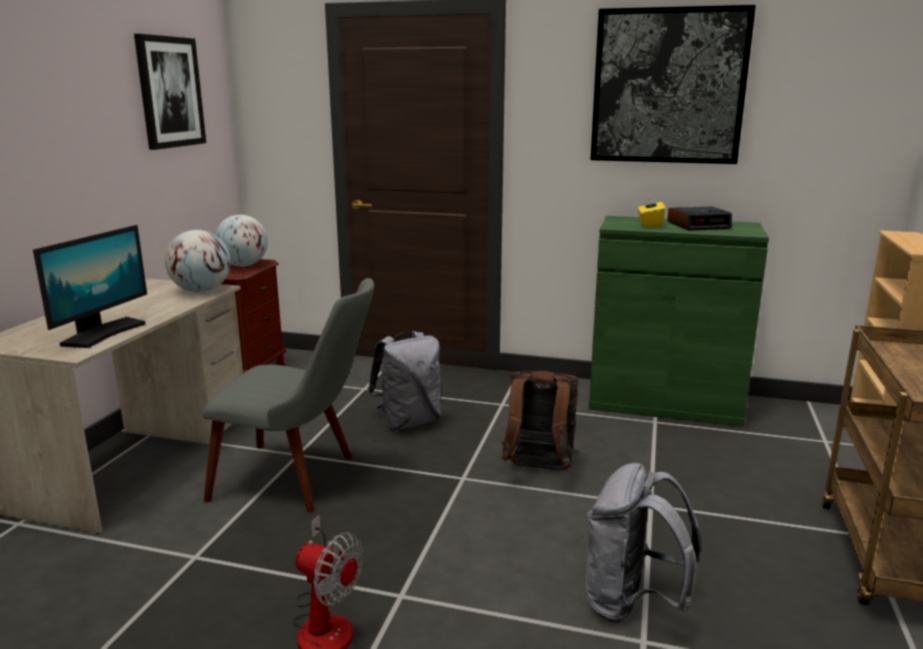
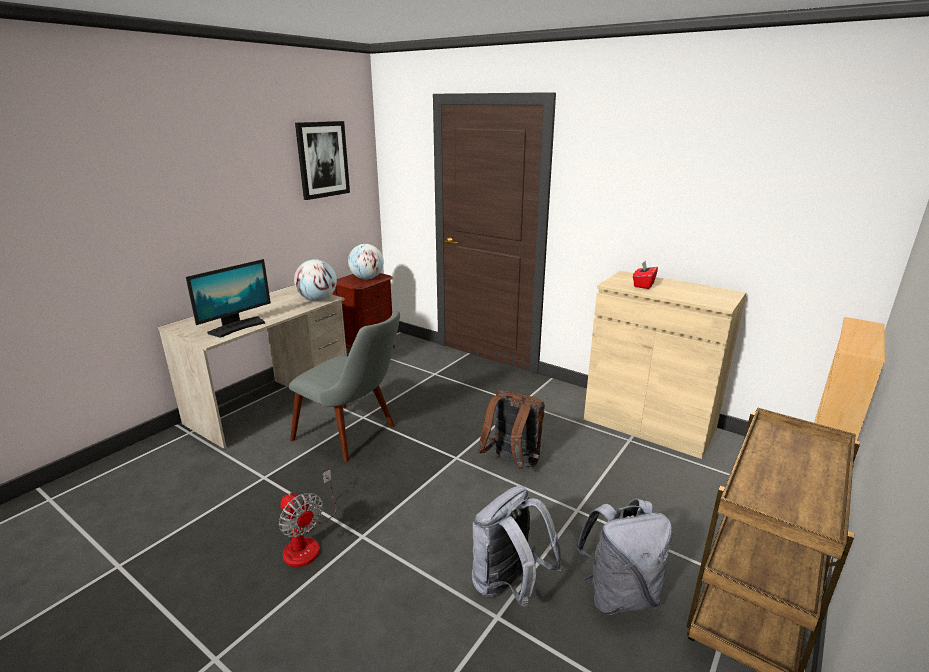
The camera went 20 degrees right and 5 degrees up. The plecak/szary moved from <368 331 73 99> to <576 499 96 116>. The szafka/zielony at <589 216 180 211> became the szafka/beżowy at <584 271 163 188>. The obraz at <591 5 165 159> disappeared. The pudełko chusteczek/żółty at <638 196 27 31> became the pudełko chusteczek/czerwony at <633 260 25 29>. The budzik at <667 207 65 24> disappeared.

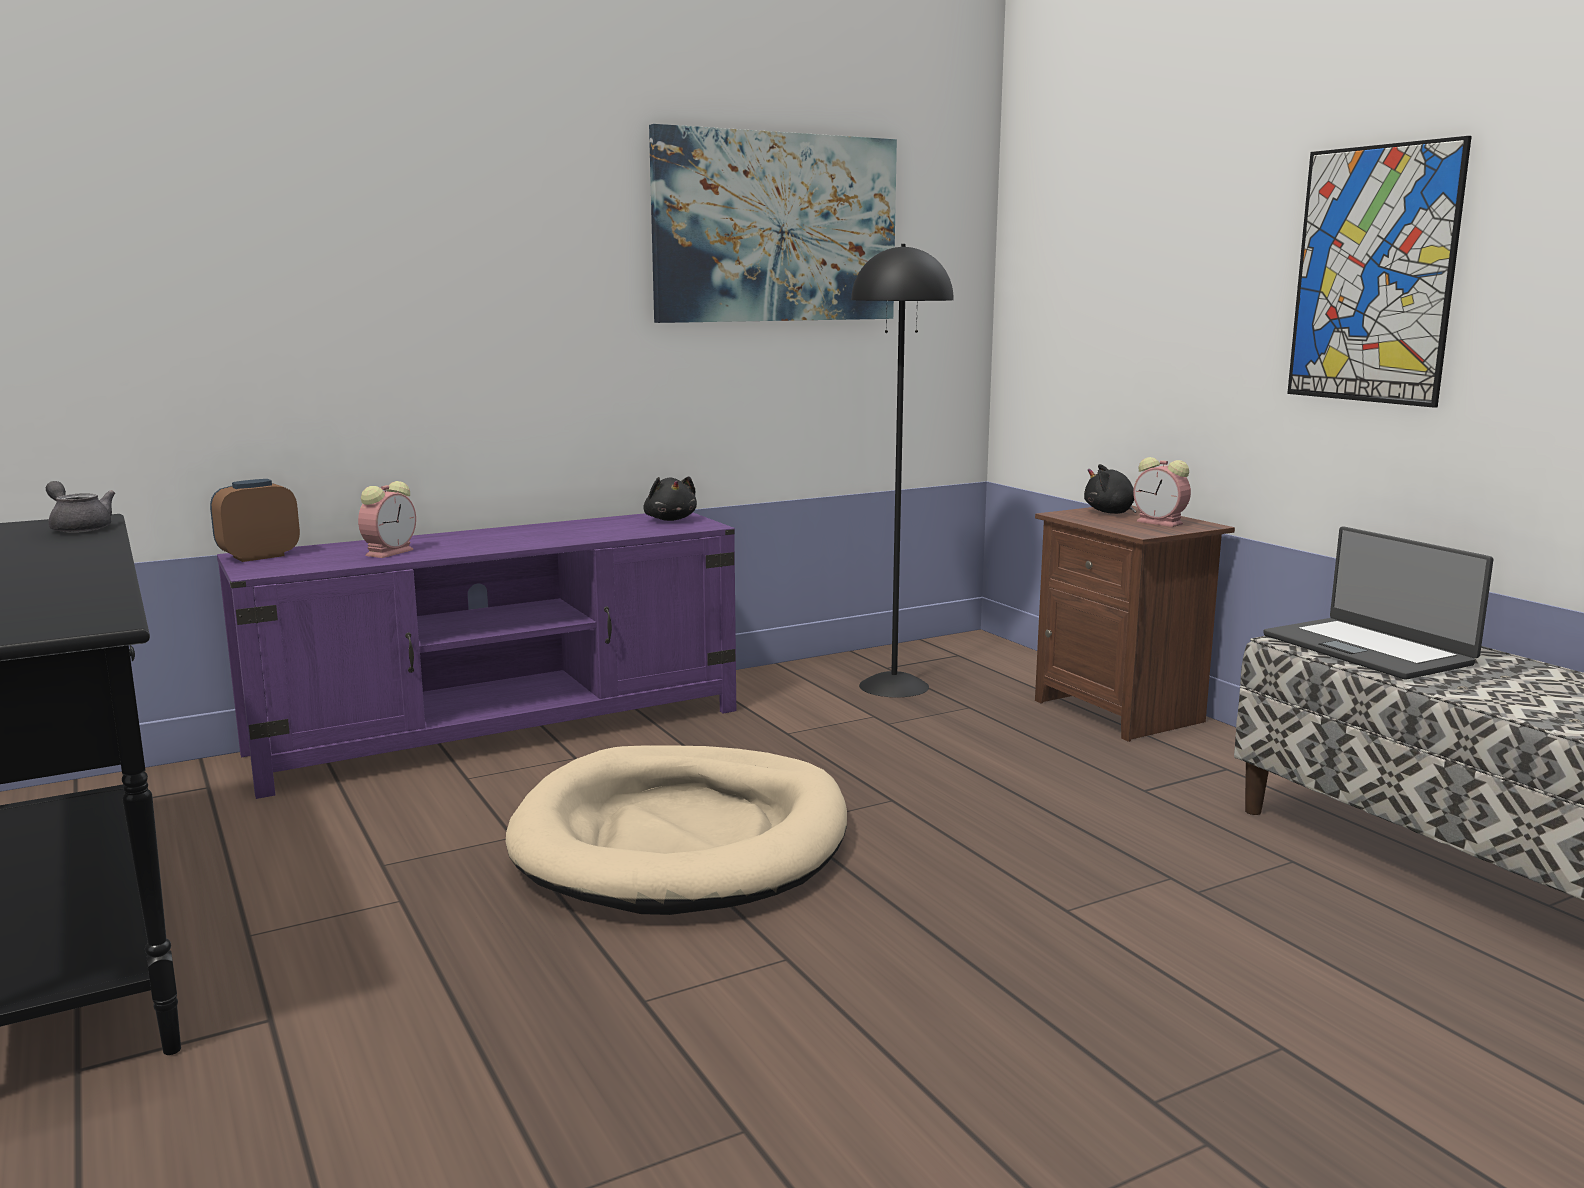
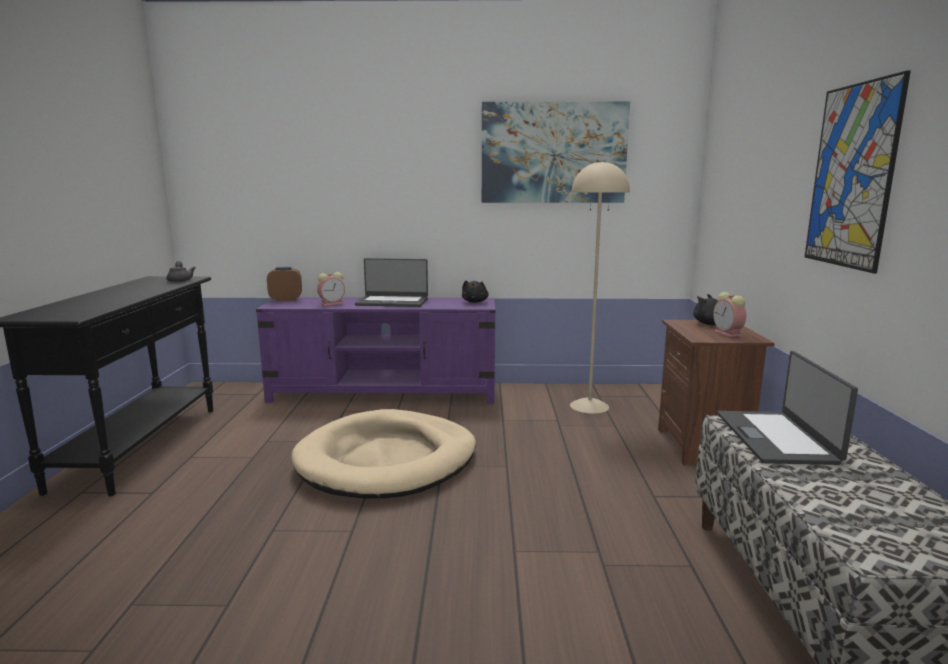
The camera went 30 degrees right and 0 degrees up. The lampa stojąca/czarny at <851 244 103 453> became the lampa stojąca/beżowy at <570 160 60 254>. The laptop at <355 258 73 49> appeared.

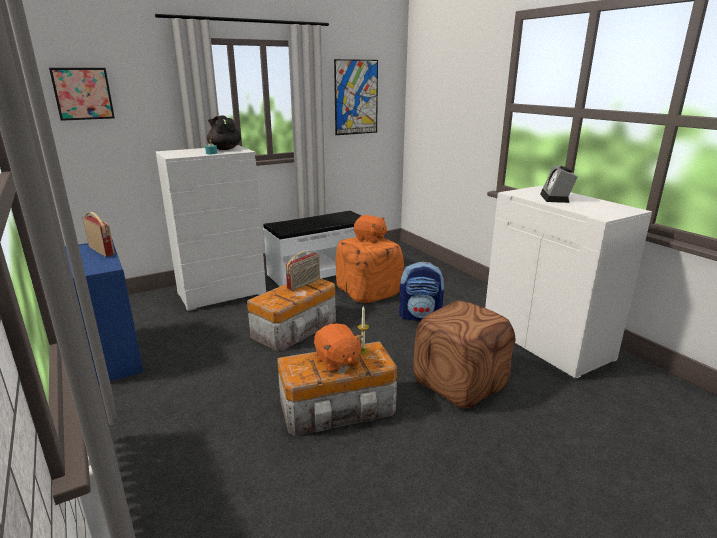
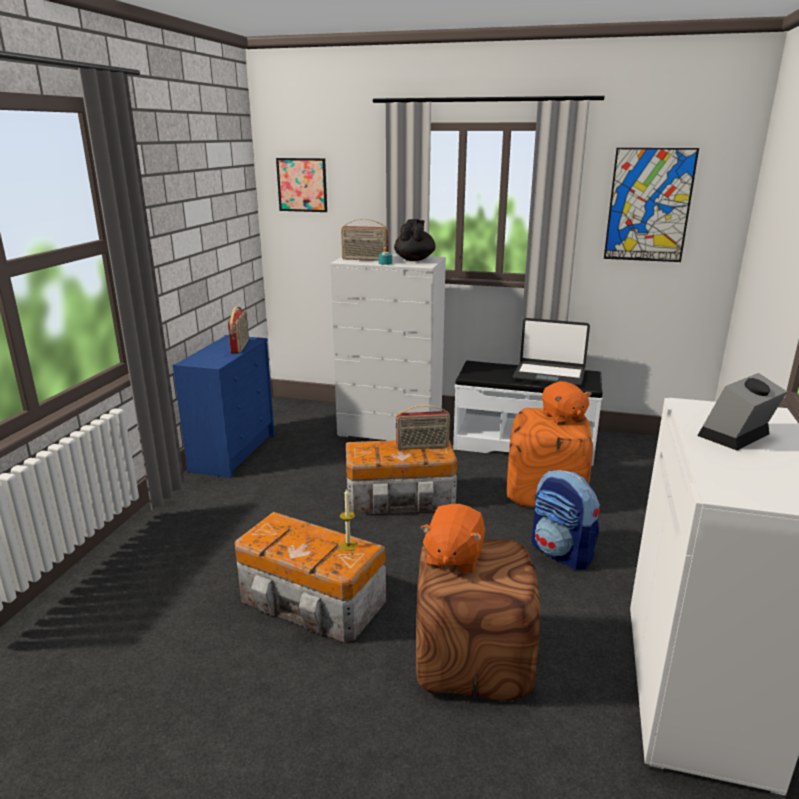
The camera went 45 degrees right and 0 degrees up. The pluszak/pomarańczowy moved from <314 323 49 50> to <420 504 65 70>. The radio at <341 219 48 42> appeared. The laptop at <513 318 77 69> appeared.

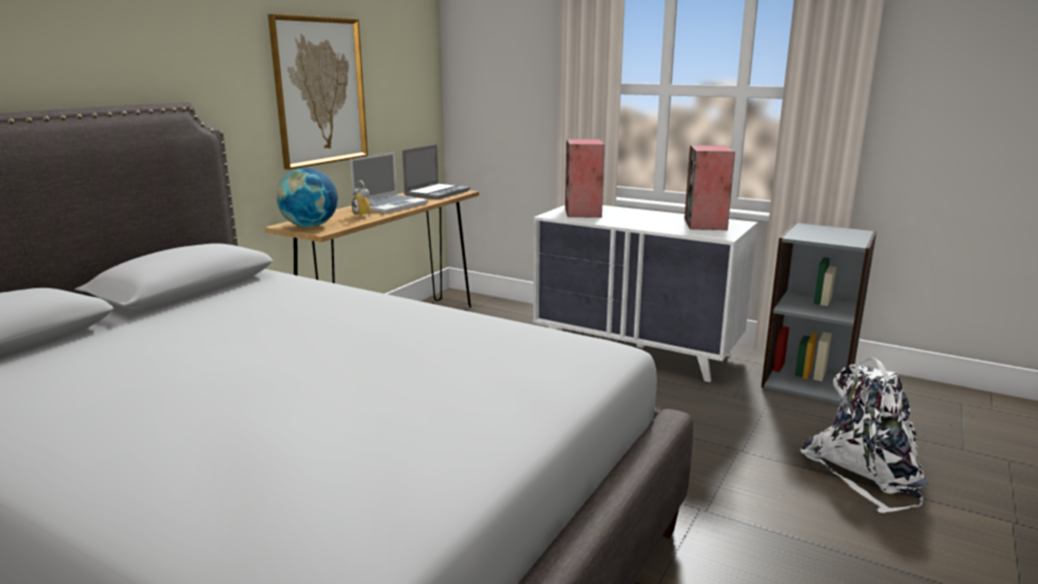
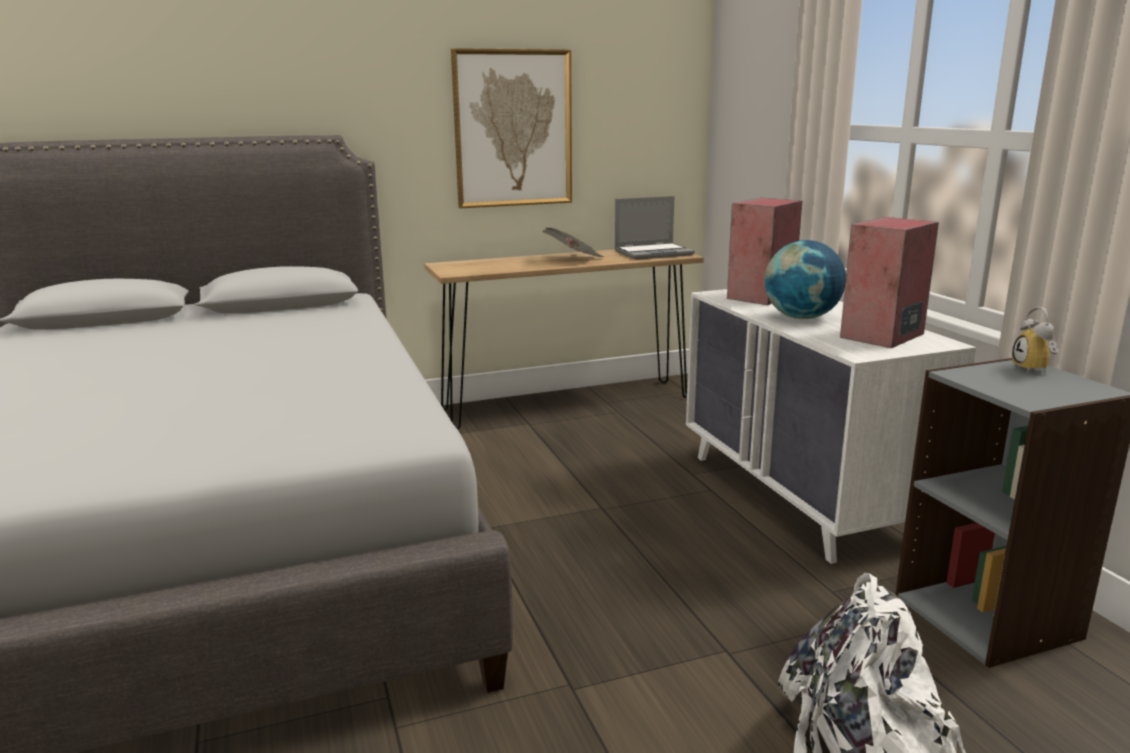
The camera went 40 degrees right and 0 degrees up. The globus moved from <276 168 62 59> to <765 240 81 79>. The laptop at <350 152 78 62> was replaced by the gazeta at <542 228 63 29>. The budzik moved from <352 180 23 38> to <1012 307 47 67>.

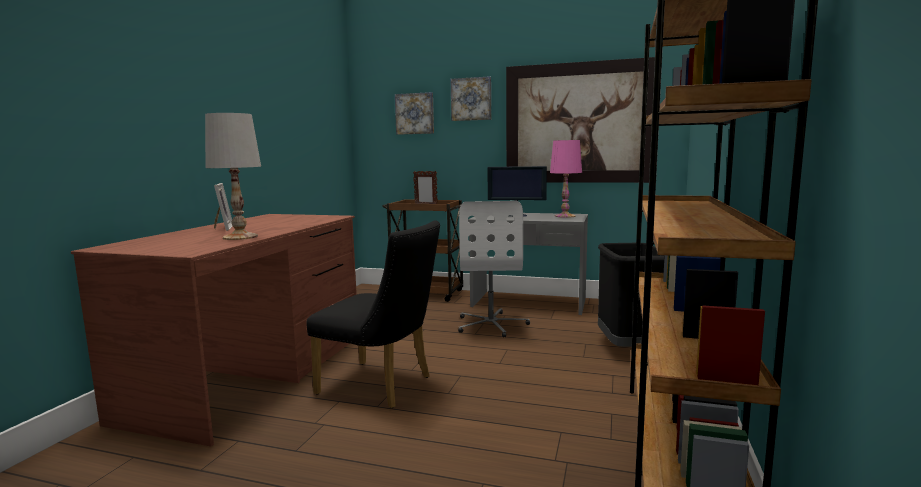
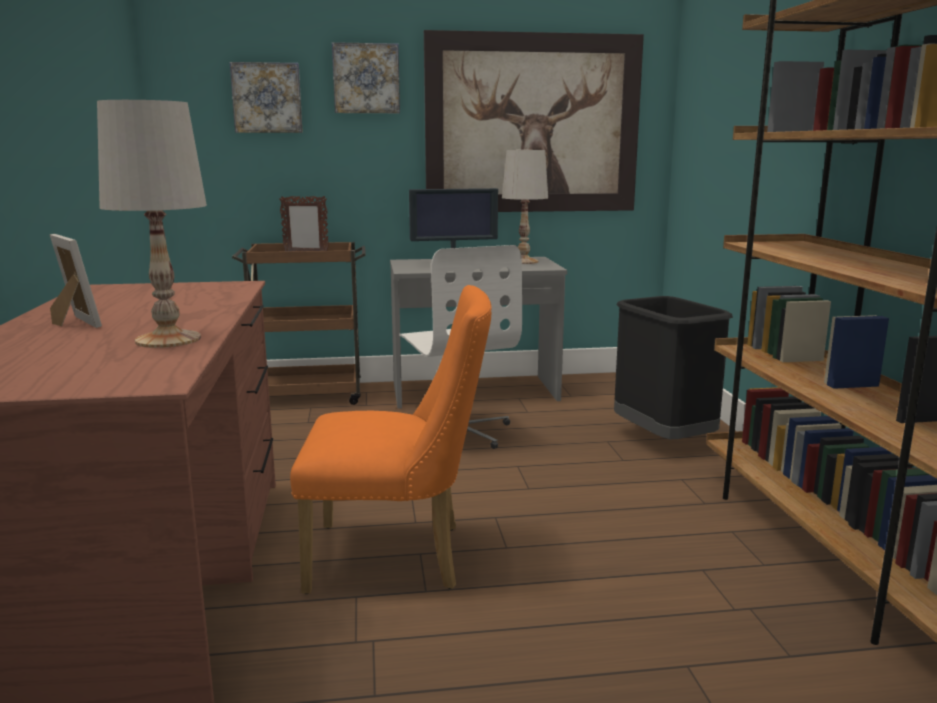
The camera went 25 degrees left and 5 degrees up. The krzesło/czarny at <306 220 134 188> became the krzesło/pomarańczowy at <290 285 202 309>. The lampa stołowa/różowy at <550 140 32 78> became the lampa stołowa/biały at <502 150 46 114>.

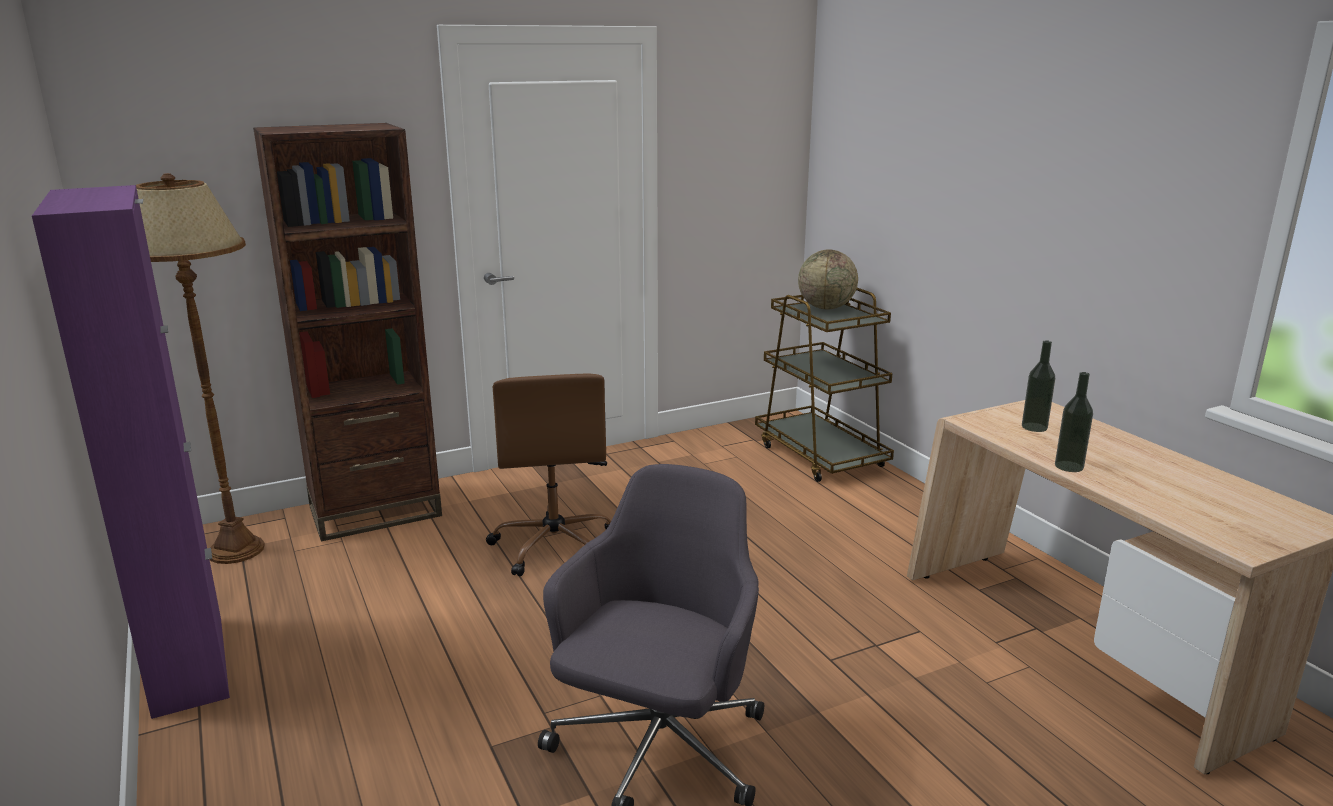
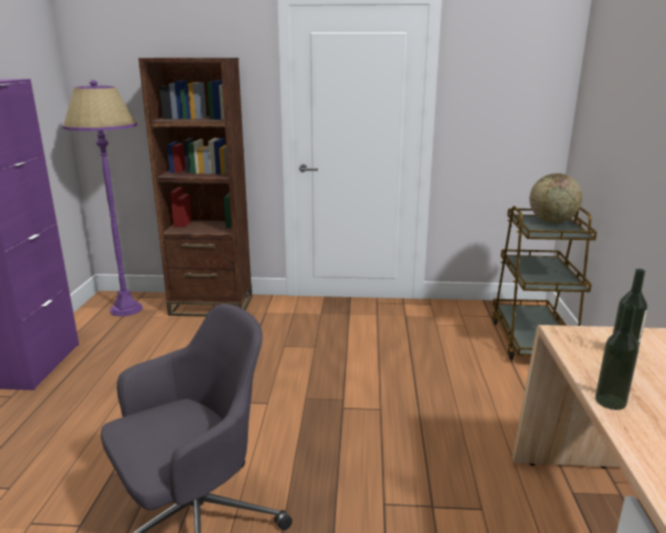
The camera went 30 degrees right and 0 degrees up. The lampa stojąca/brązowy at <136 173 129 391> became the lampa stojąca/fioletowy at <62 80 81 236>. The krzesło biurowe/brązowy at <486 373 125 203> disappeared.

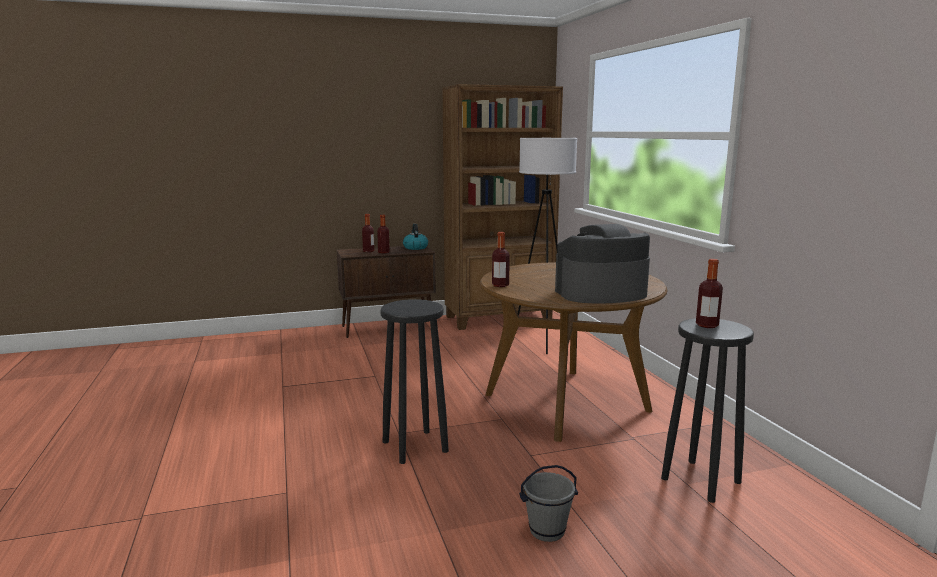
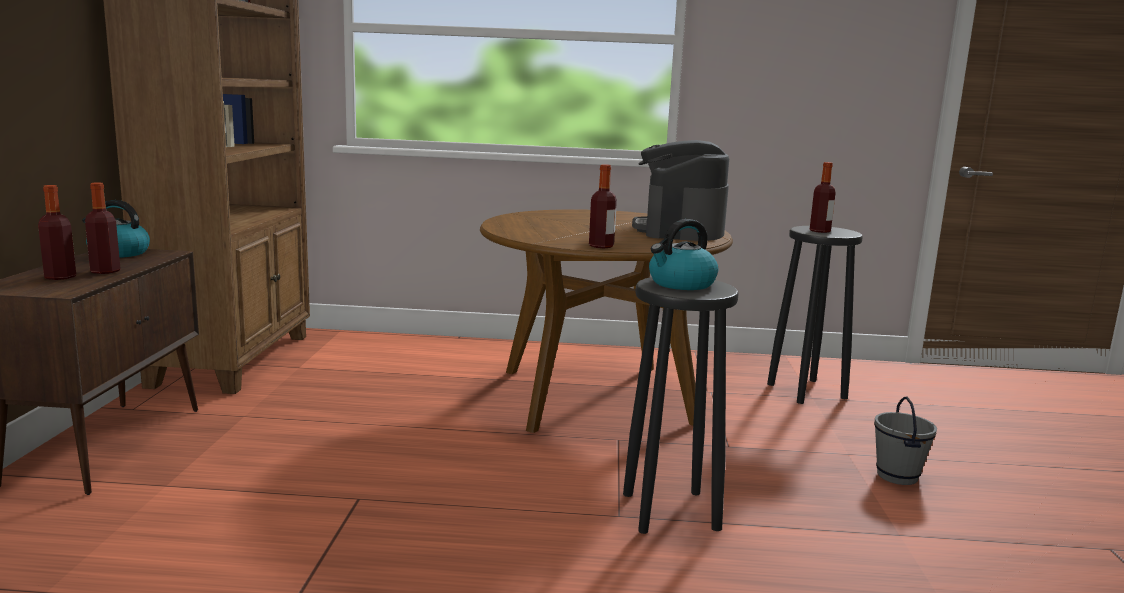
The camera went 70 degrees left and 0 degrees up. The lampa stojąca/biały at <518 138 60 216> disappeared. The czajnik at <649 219 69 71> appeared.

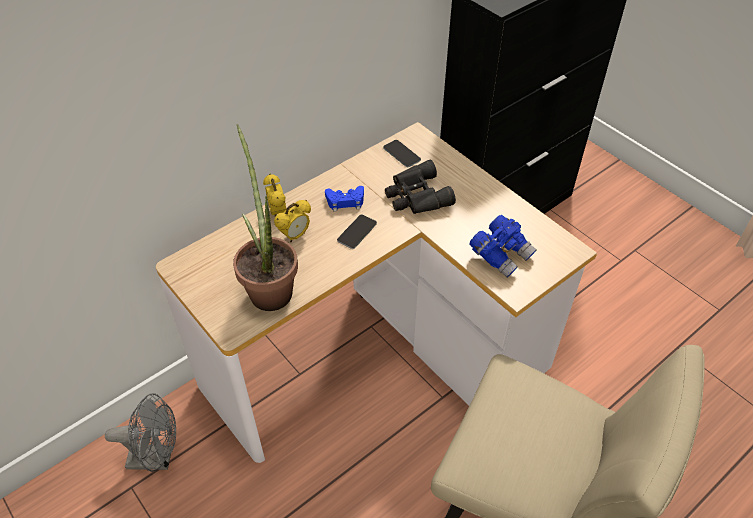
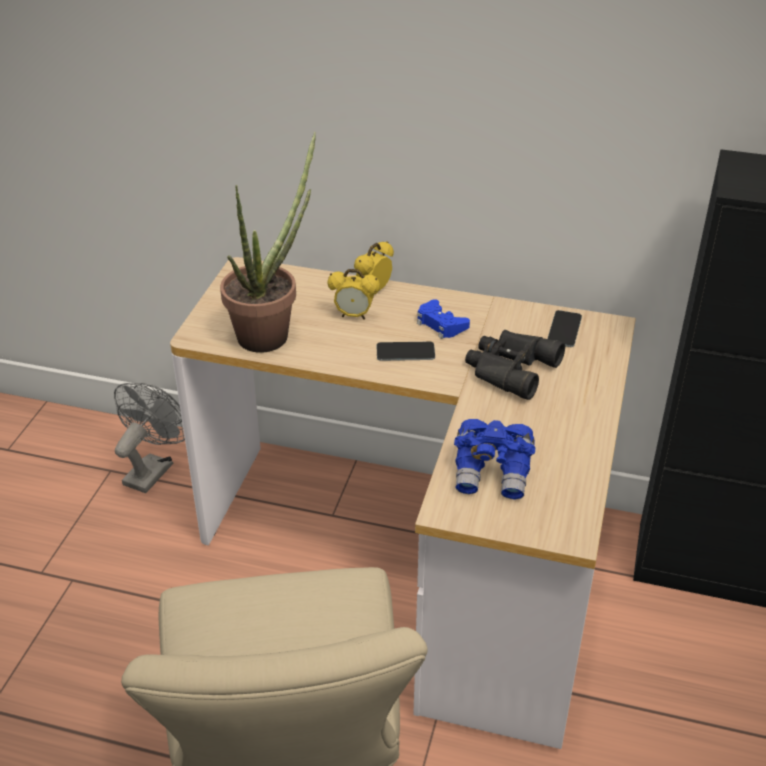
The camera went 55 degrees right and 10 degrees down. The wentylator/szary at <105 393 71 79> turned 120 degrees counterclockwise.

